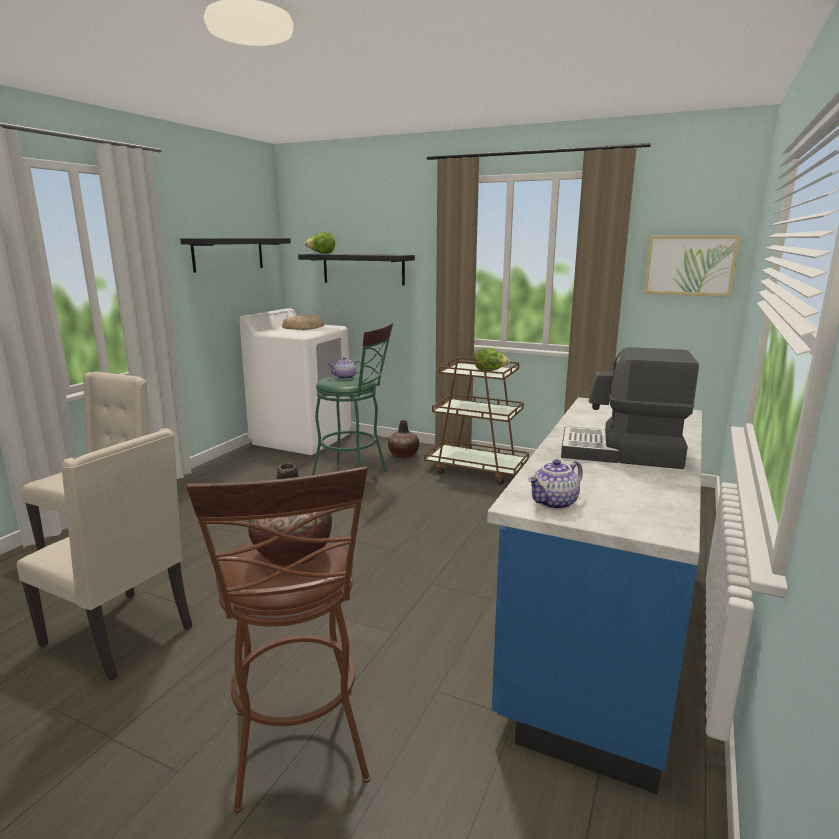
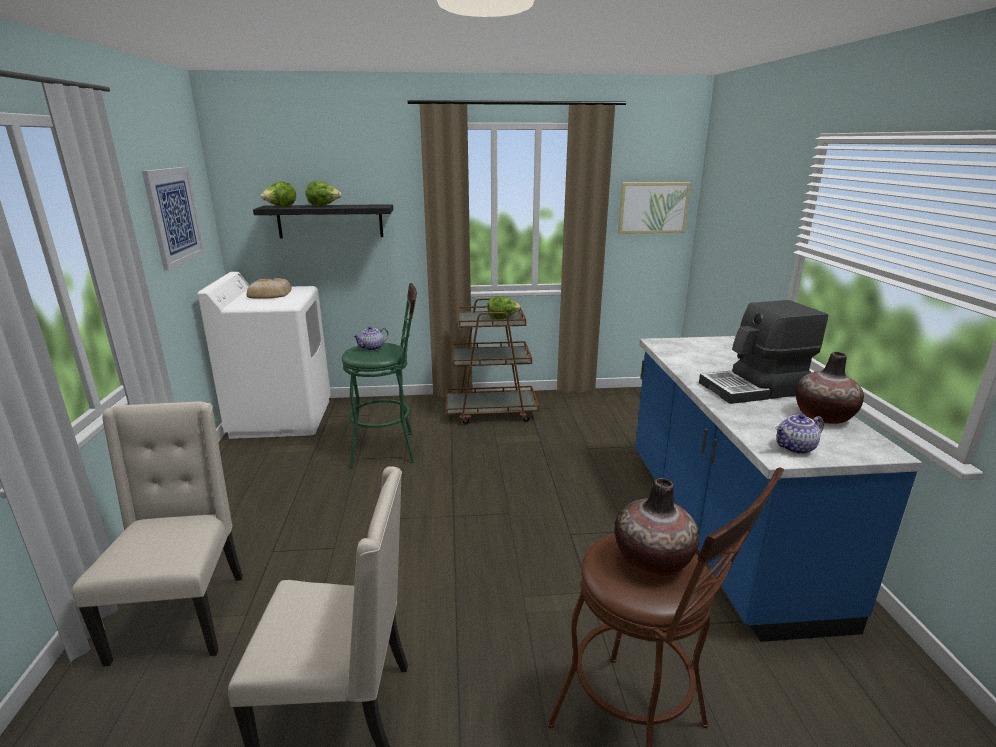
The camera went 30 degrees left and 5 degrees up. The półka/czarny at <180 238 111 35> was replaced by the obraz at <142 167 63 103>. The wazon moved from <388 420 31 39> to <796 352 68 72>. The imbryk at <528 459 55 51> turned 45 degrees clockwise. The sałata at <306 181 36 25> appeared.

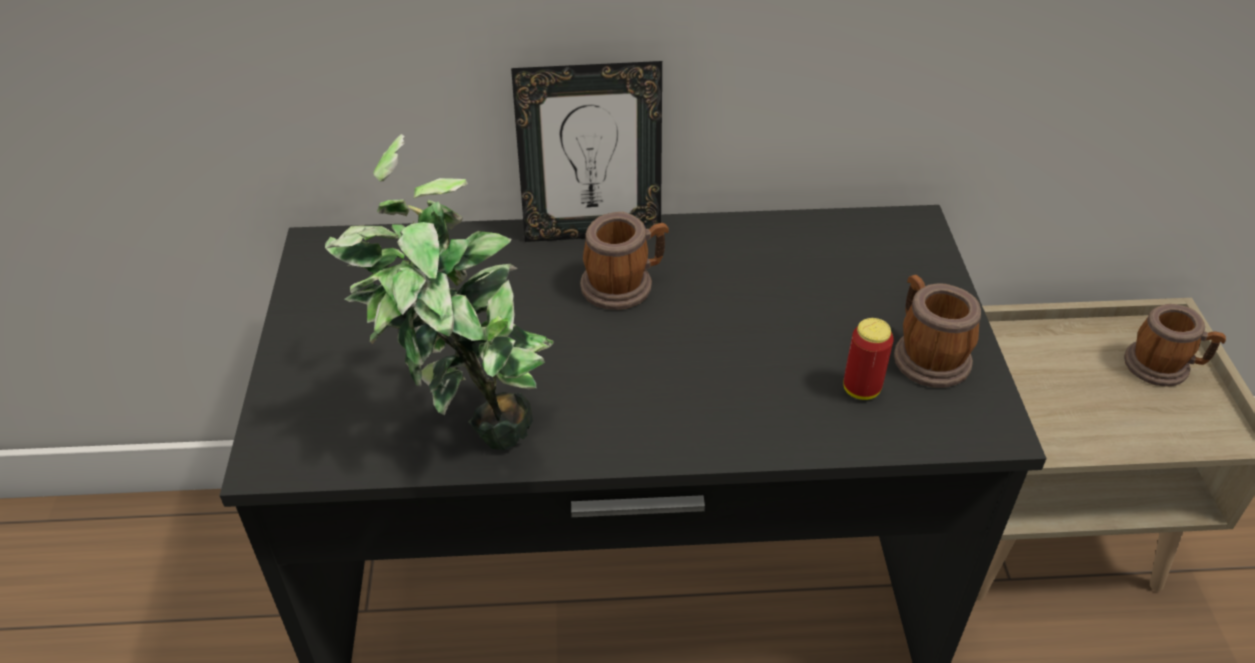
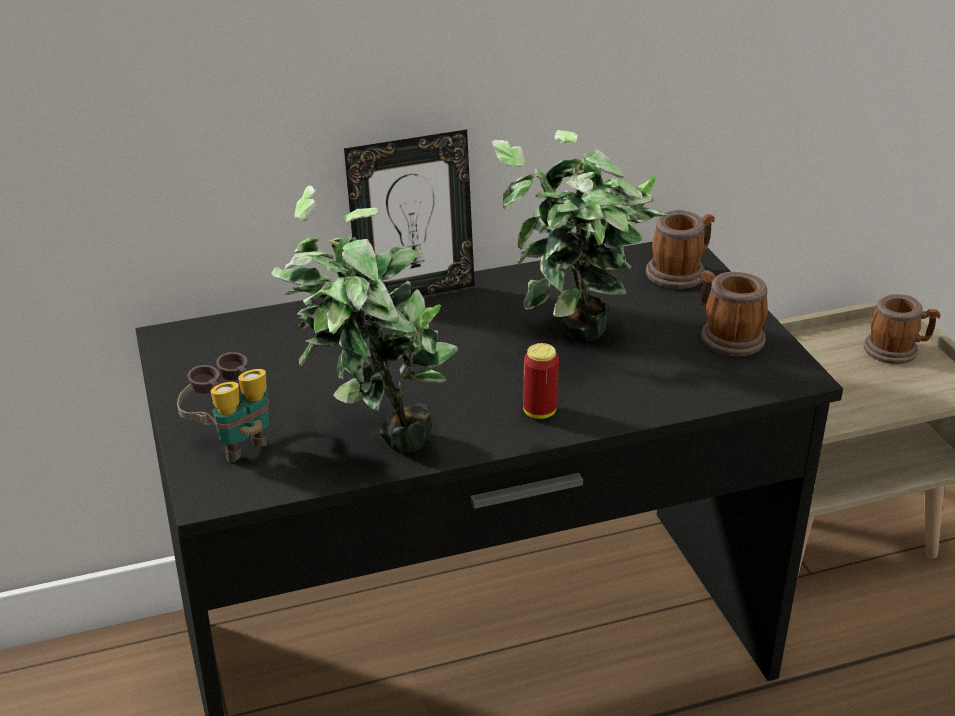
The camera went 15 degrees left and 10 degrees down. The kubek moved from <580 212 89 98> to <646 210 69 79>. The puszka moved from <843 318 51 82> to <523 343 36 76>. The lornetka at <177 352 92 111> appeared. The roślina doniczkowa at <492 130 175 212> appeared.

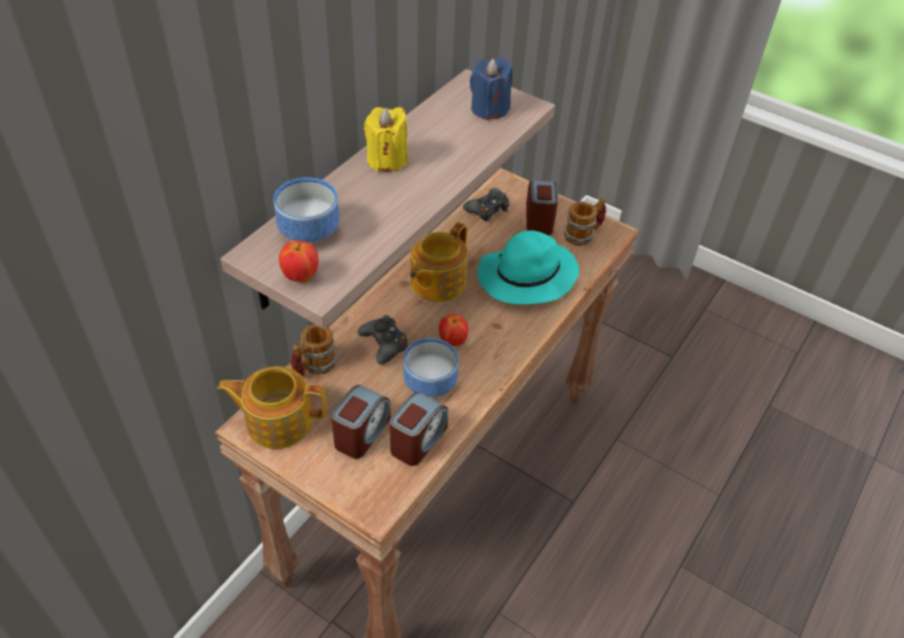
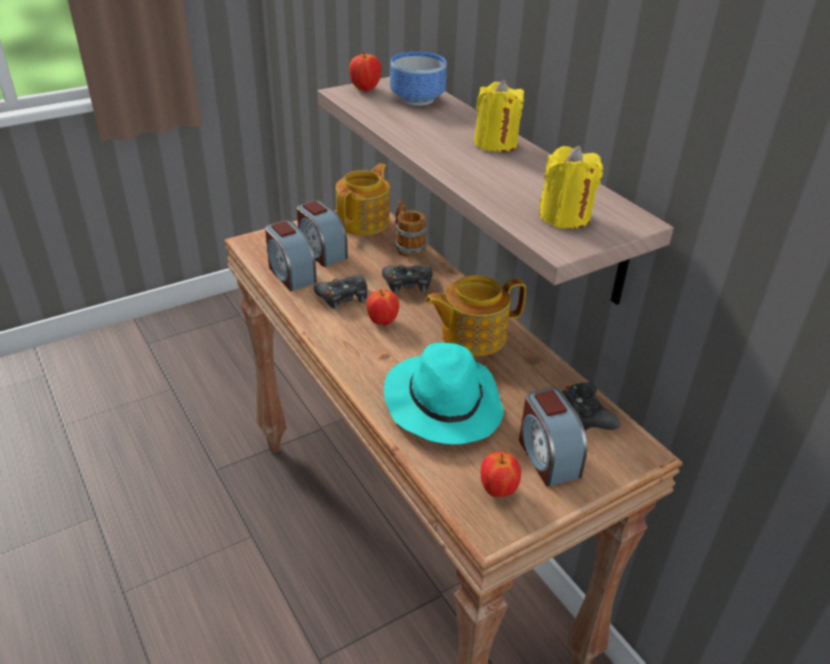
The camera went 115 degrees right and 10 degrees down. The miska at <403 338 55 59> was replaced by the pad do gier/czarny at <314 275 53 34>. The imbryk at <410 222 58 80> turned 75 degrees counterclockwise. The świeca/niebieski at <470 57 43 63> became the świeca/żółty at <539 146 64 83>. The budzik at <526 181 32 54> turned 45 degrees clockwise. The kubek at <564 197 42 49> was replaced by the jabłko at <481 452 40 45>.

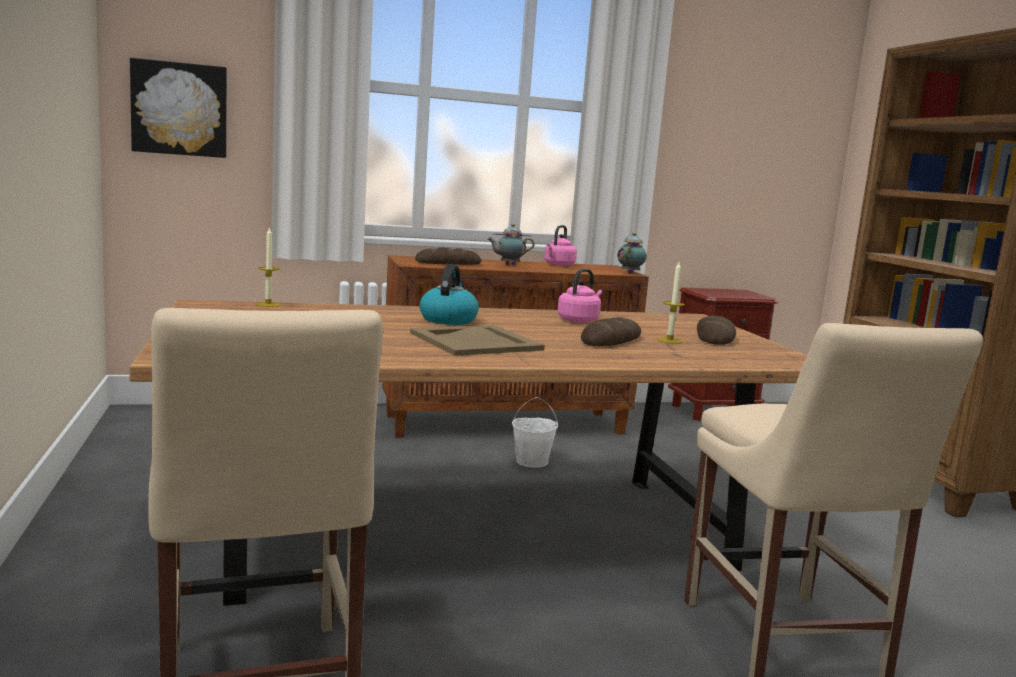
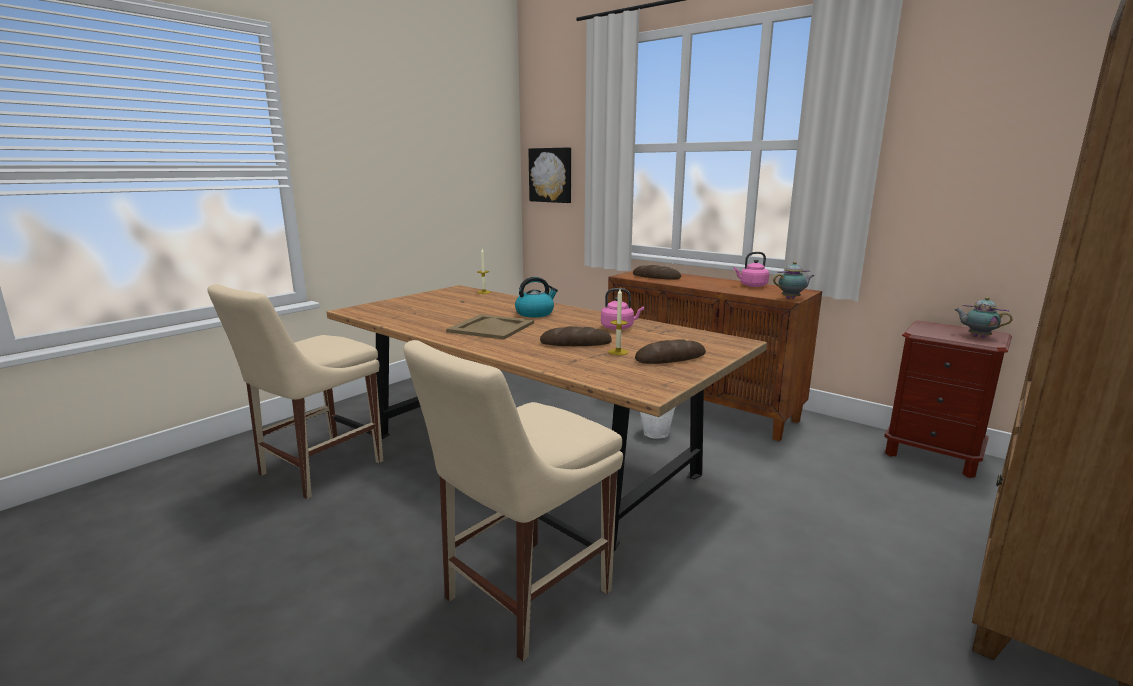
The camera went 55 degrees right and 5 degrees up. The imbryk moved from <487 224 47 41> to <954 297 59 41>.

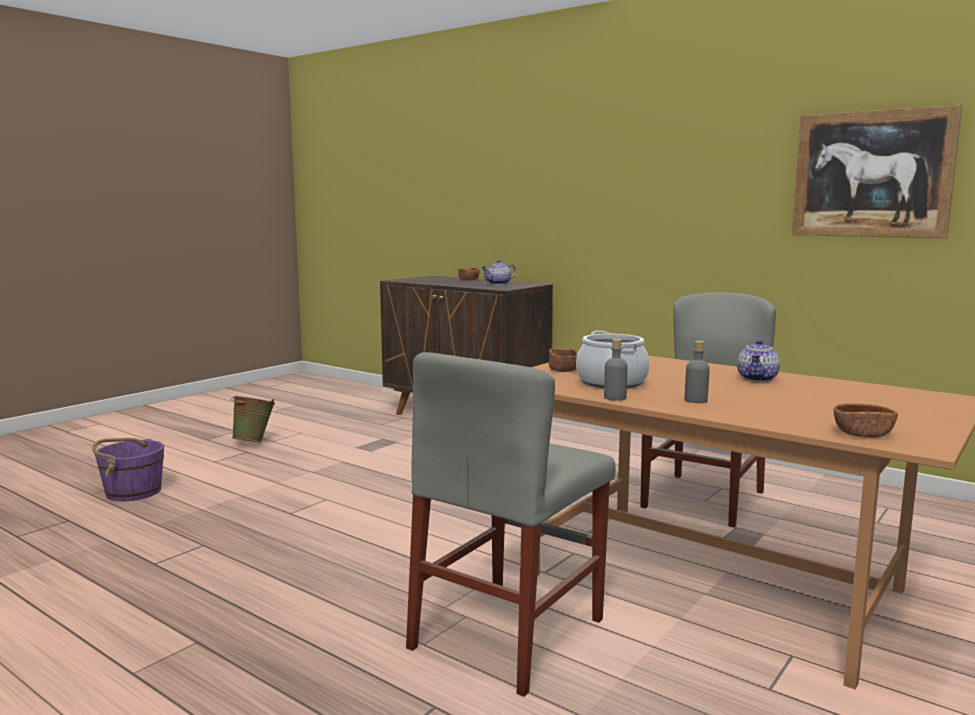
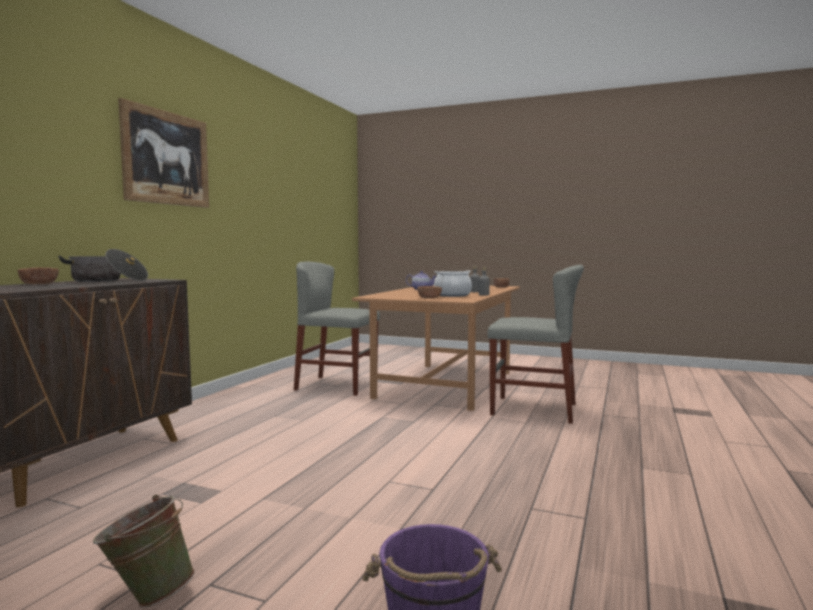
The camera went 105 degrees left and 5 degrees down. The imbryk at <482 260 34 25> was replaced by the garnek at <58 249 90 33>. The obraz moved from <792 105 170 134> to <118 98 91 110>.

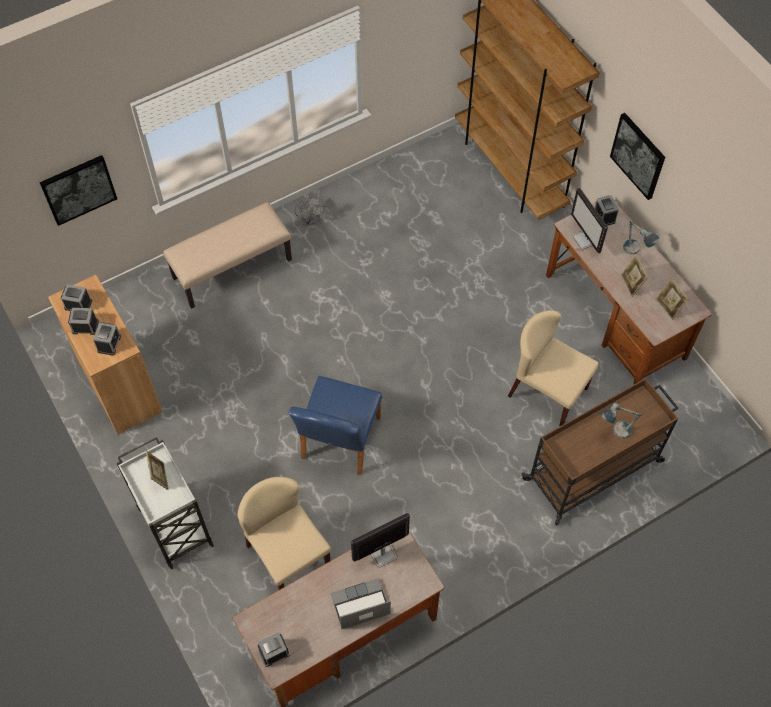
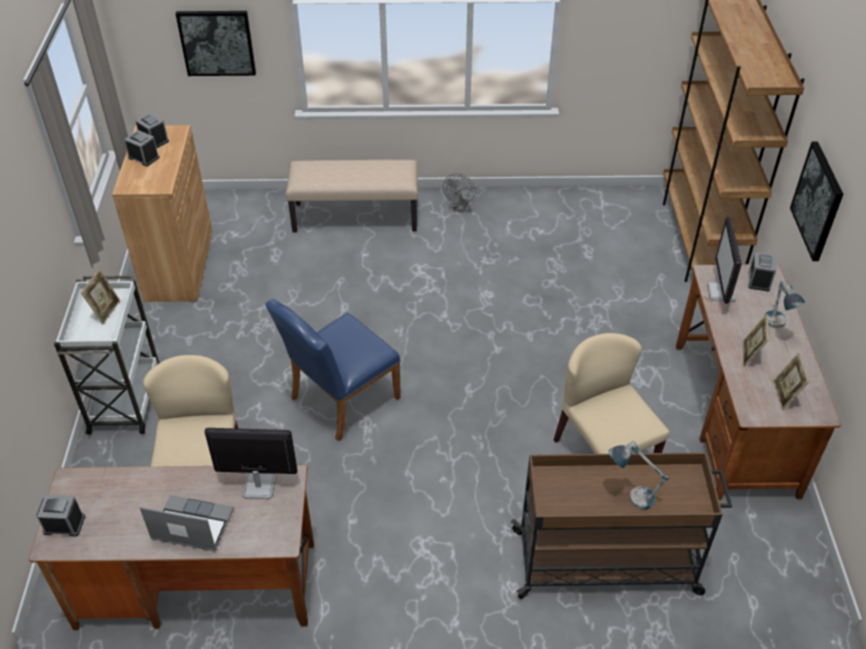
The camera went 30 degrees right and 15 degrees down. The budzik at <93 322 28 34> disappeared.

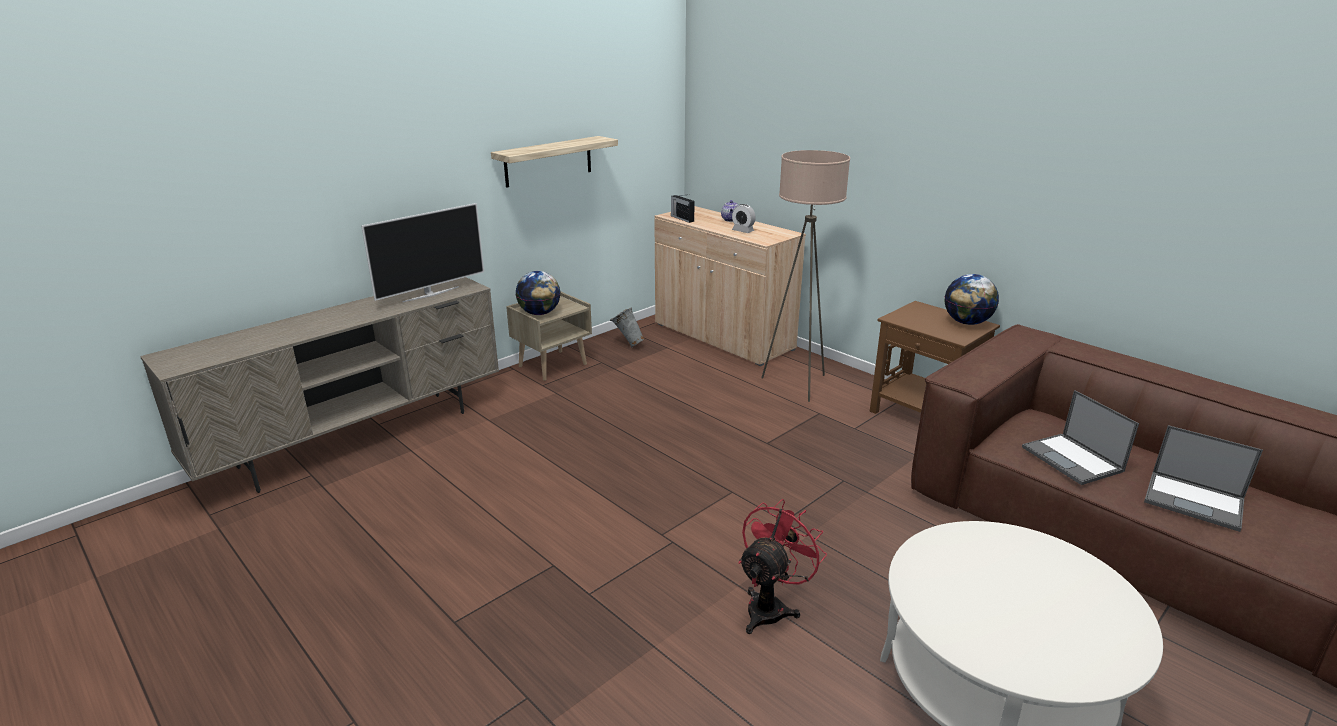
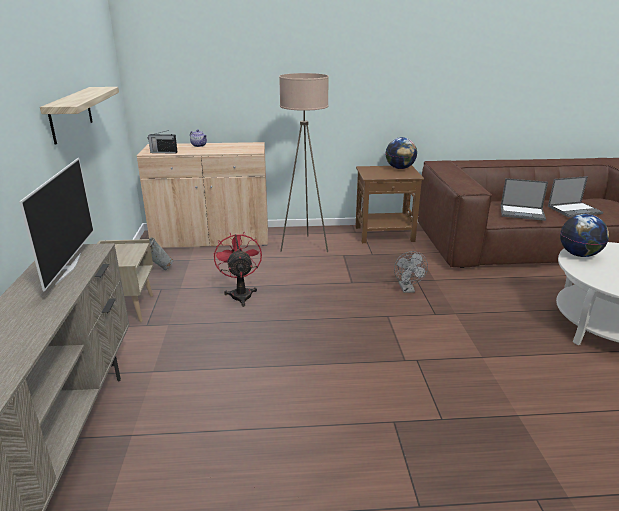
The camera went 50 degrees left and 0 degrees up. The globus moved from <516 271 45 44> to <560 214 49 43>. The budzik at <732 204 24 29> disappeared. The wentylator/czerwony moved from <738 499 89 135> to <214 232 48 75>. The wentylator/szary at <394 251 34 42> appeared.

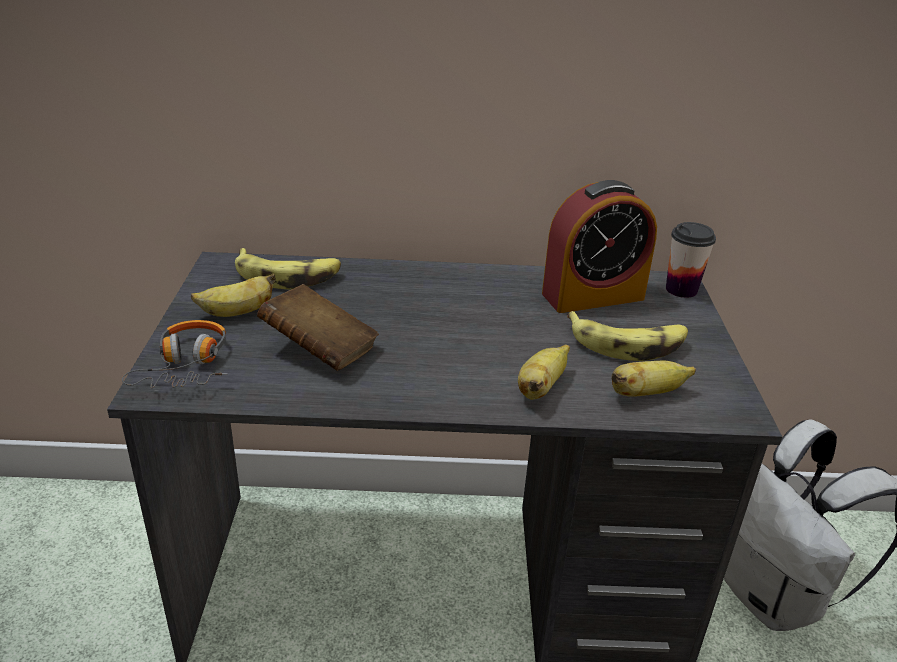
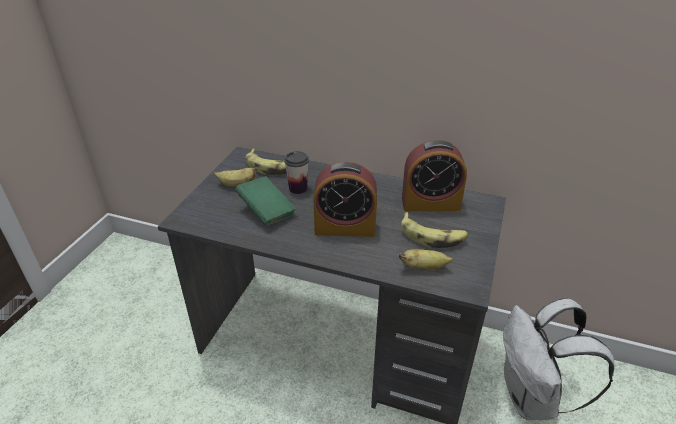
The camera went 20 degrees right and 5 degrees up. The słuchawki at <122 320 105 68> disappeared. The książka/brązowy at <257 284 122 87> became the książka/zielony at <235 176 61 50>. The banan at <518 345 52 55> disappeared. The filiżanka moved from <666 222 50 76> to <284 151 25 43>. The budzik at <314 161 63 76> appeared.

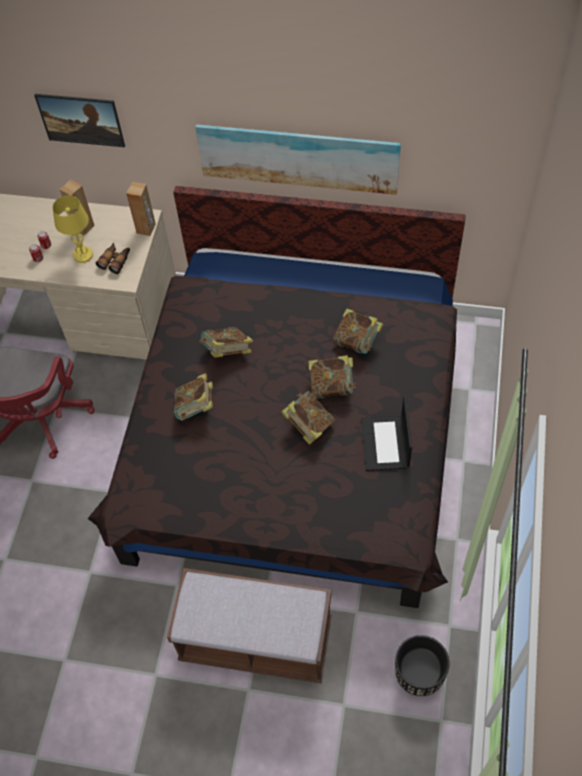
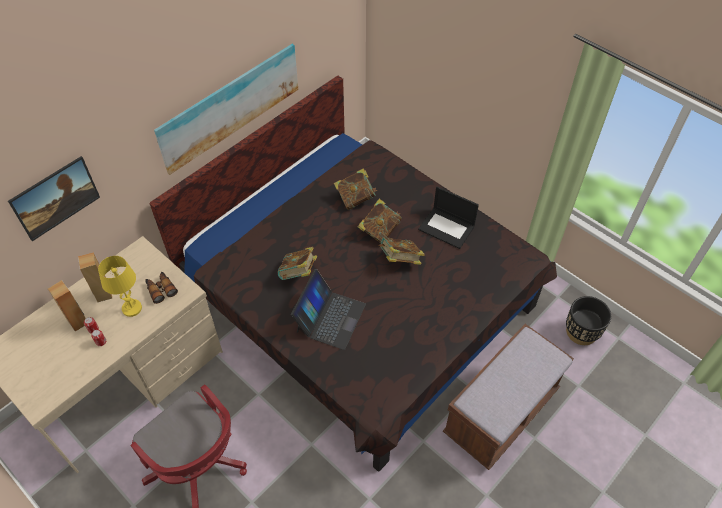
The camera went 60 degrees left and 5 degrees down. The głośnik/brązowy moved from <126 182 30 54> to <48 280 38 51>. The książka at <174 373 39 47> was replaced by the laptop at <291 269 75 81>.

